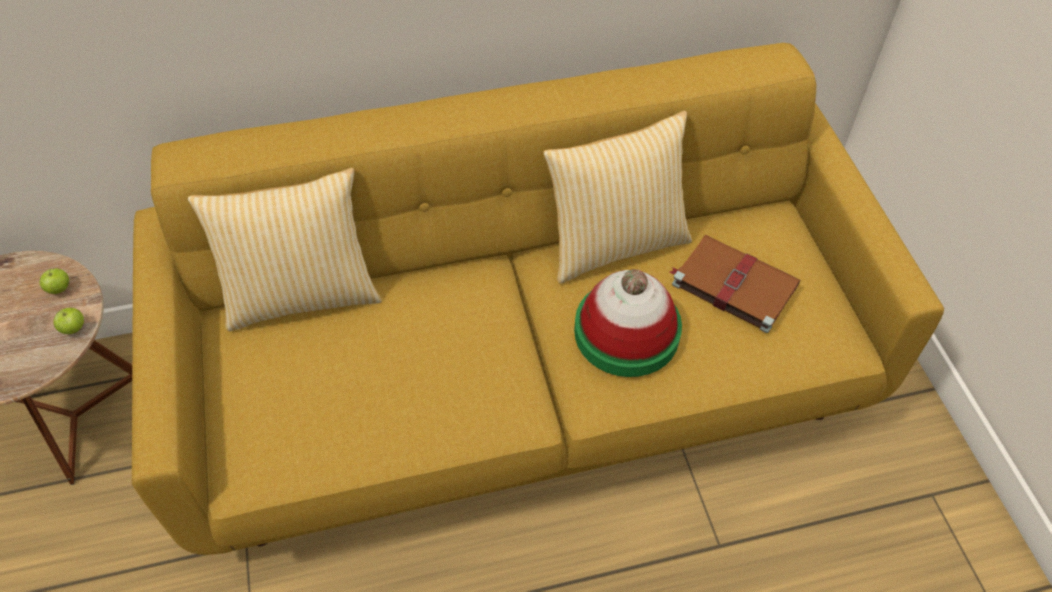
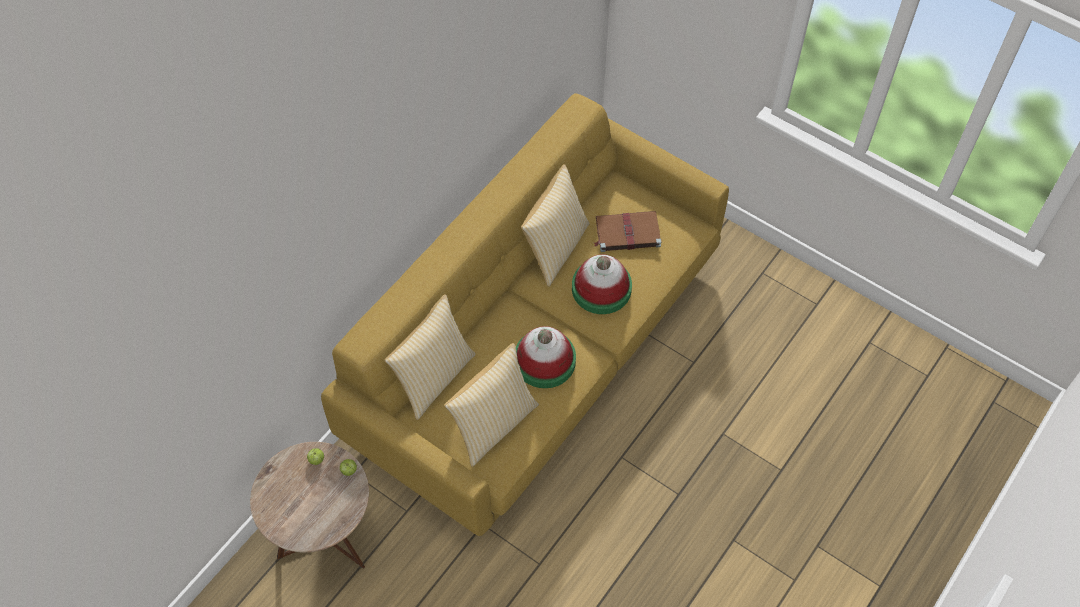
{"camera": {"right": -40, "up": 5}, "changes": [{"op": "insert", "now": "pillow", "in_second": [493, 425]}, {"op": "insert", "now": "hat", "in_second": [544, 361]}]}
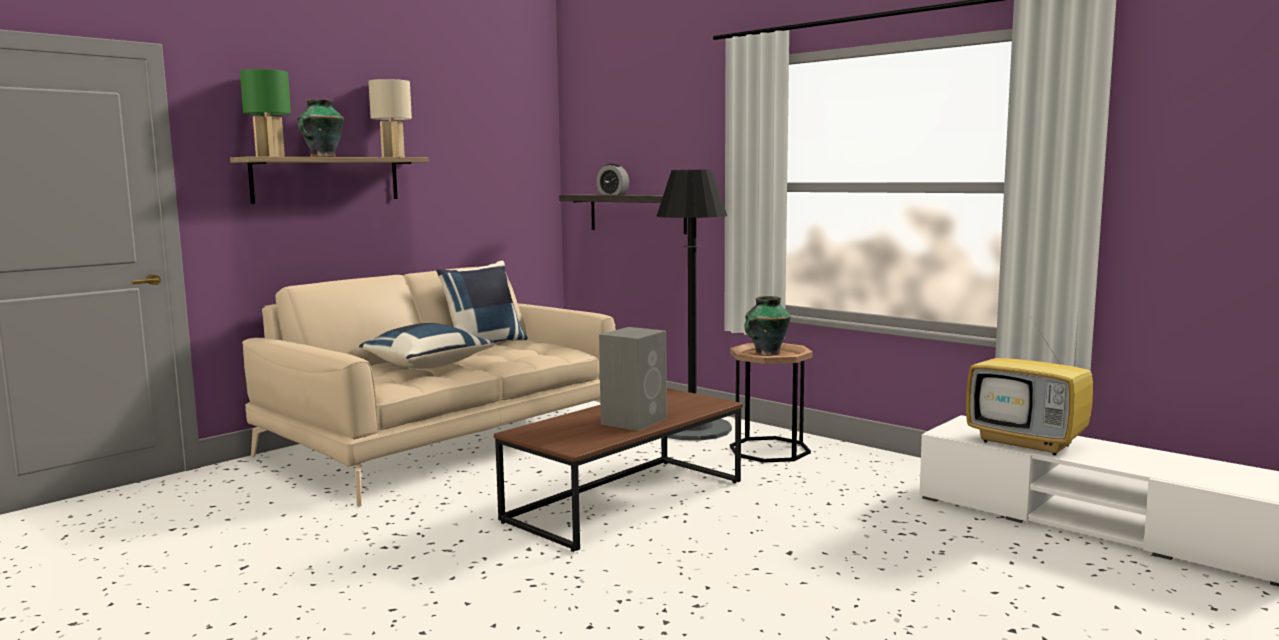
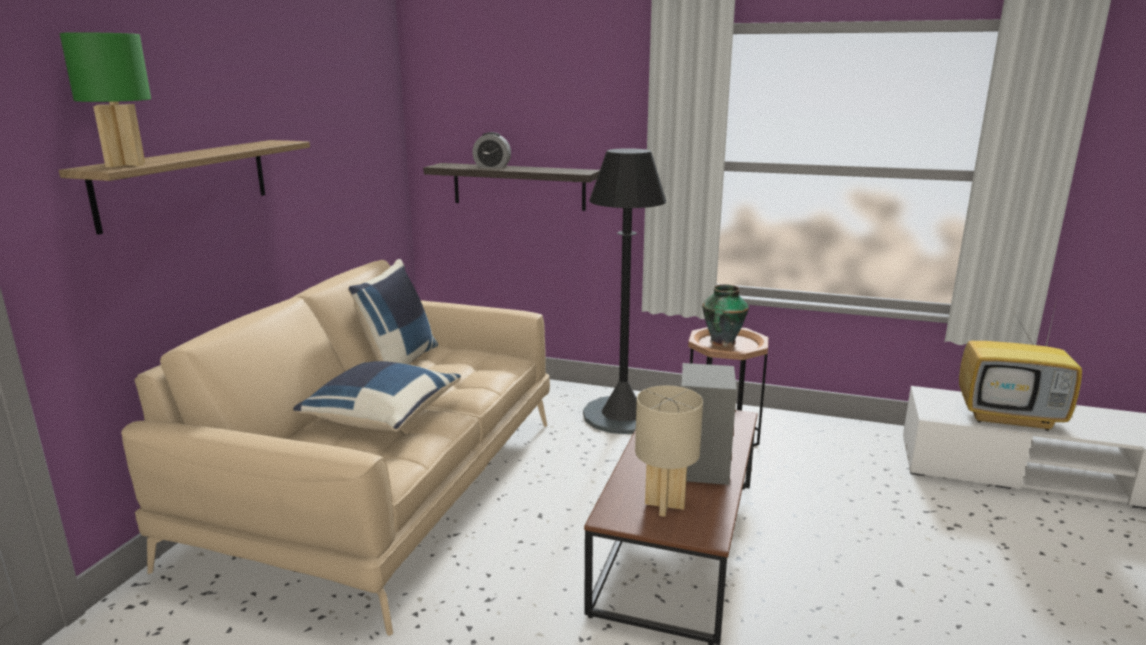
{"camera": {"right": -25, "up": 10}, "changes": [{"op": "delete", "was": "vase", "in_first": [322, 156]}, {"op": "move", "was": "table lamp/beige", "in_first": [393, 157], "in_second": [665, 505]}]}
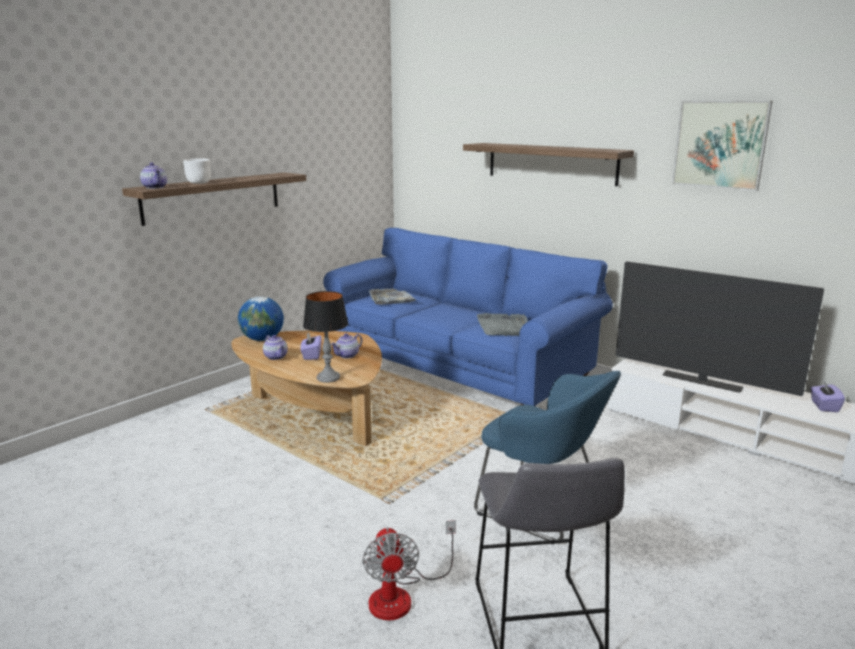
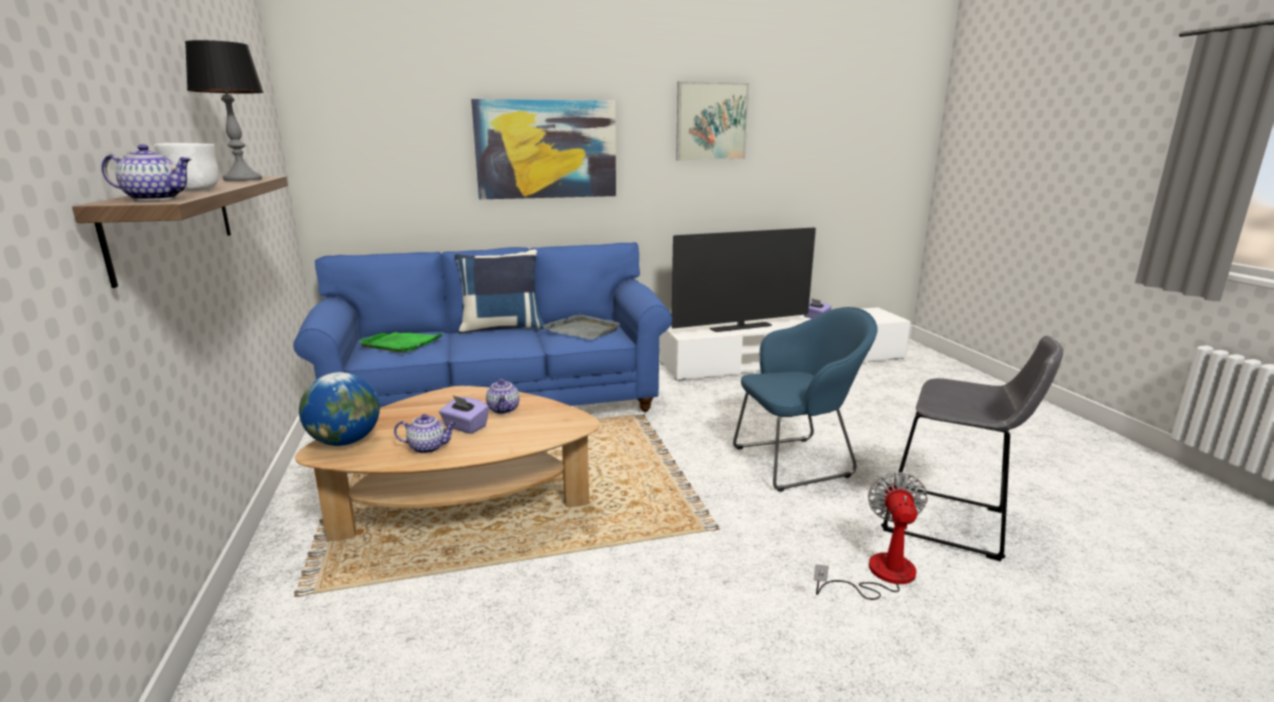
{"camera": {"right": -55, "up": 0}, "changes": [{"op": "move", "was": "table lamp", "in_first": [328, 378], "in_second": [242, 179]}, {"op": "rotate", "was": "fan", "in_first": [401, 595], "in_second": [879, 575], "clockwise": -105}, {"op": "recolor", "was": "tray/grey", "now": "tray/green", "in_first": [391, 299], "in_second": [401, 344]}, {"op": "replace", "was": "shelf", "now": "picture", "in_first": [551, 163], "in_second": [546, 149]}, {"op": "insert", "now": "pillow/blue", "in_second": [502, 327]}]}
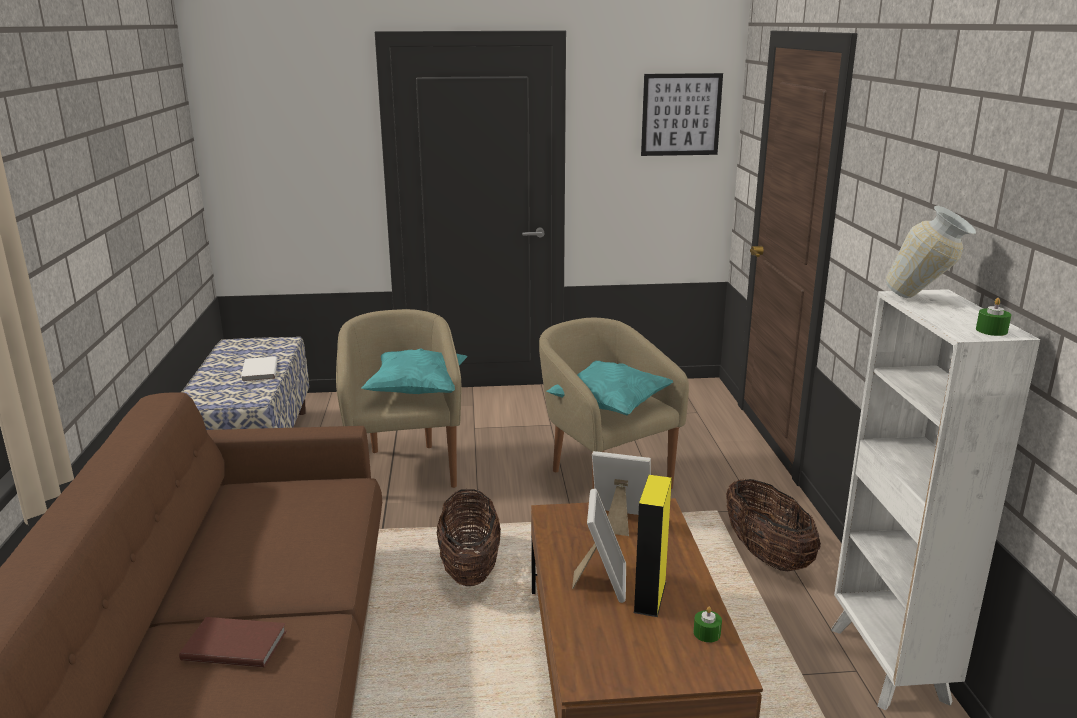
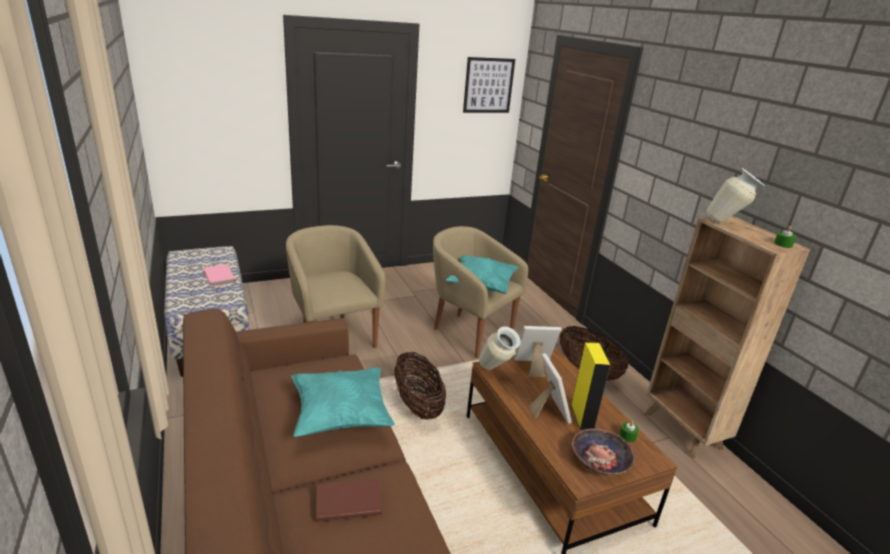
{"camera": {"right": -20, "up": 5}, "changes": [{"op": "recolor", "was": "book/white", "now": "book/pink", "in_first": [258, 371], "in_second": [218, 277]}, {"op": "move", "was": "pillow/turquoise", "in_first": [417, 391], "in_second": [341, 416]}, {"op": "recolor", "was": "bookcase/white", "now": "bookcase/brown", "in_first": [889, 666], "in_second": [683, 431]}, {"op": "insert", "now": "vase", "in_second": [496, 372]}, {"op": "insert", "now": "bowl", "in_second": [600, 460]}]}
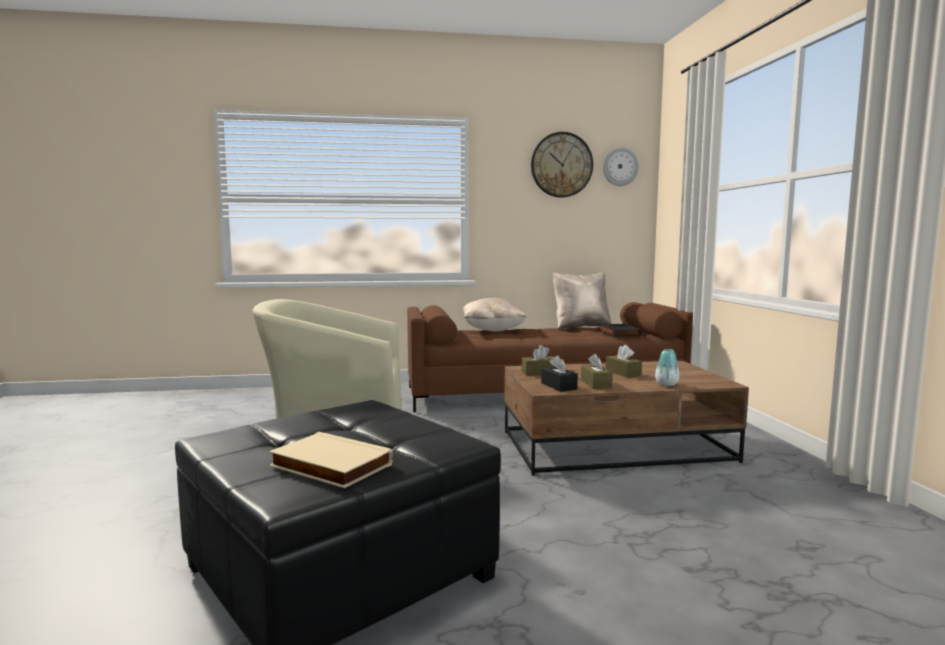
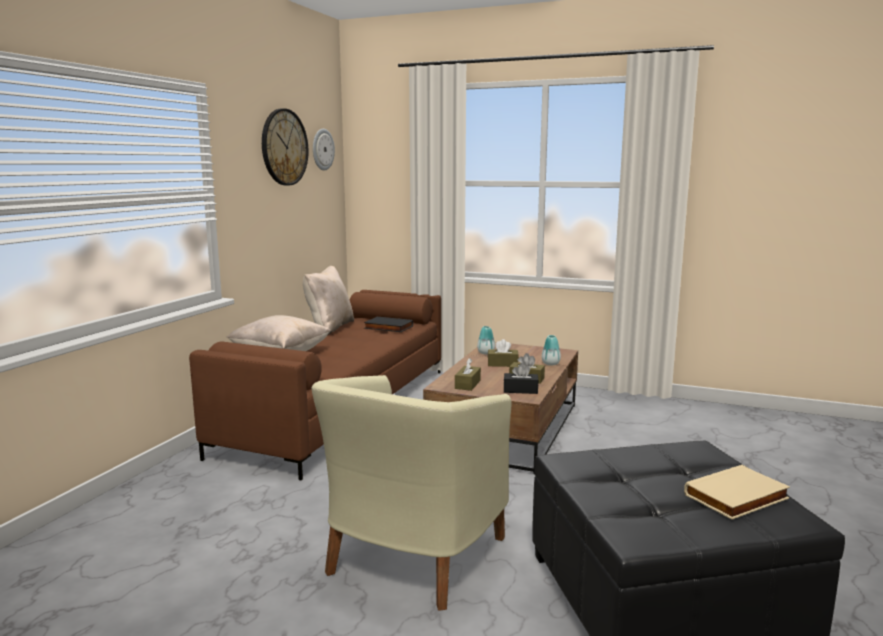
{"camera": {"right": -60, "up": 5}, "changes": [{"op": "insert", "now": "vase", "in_second": [486, 353]}]}
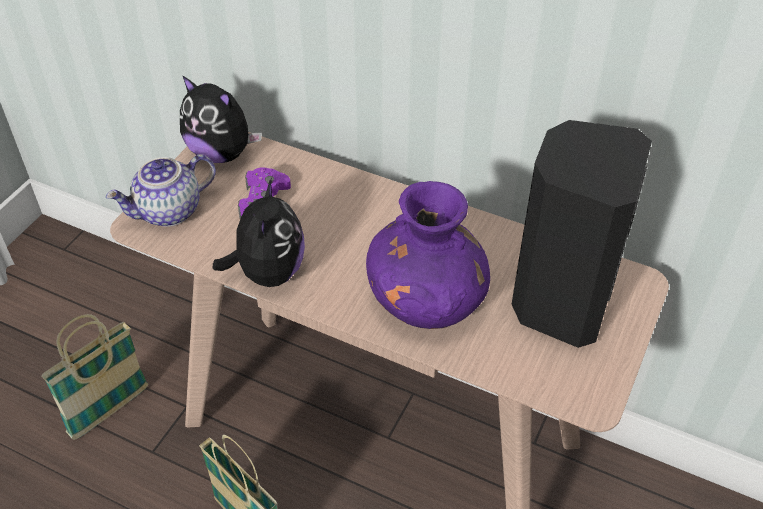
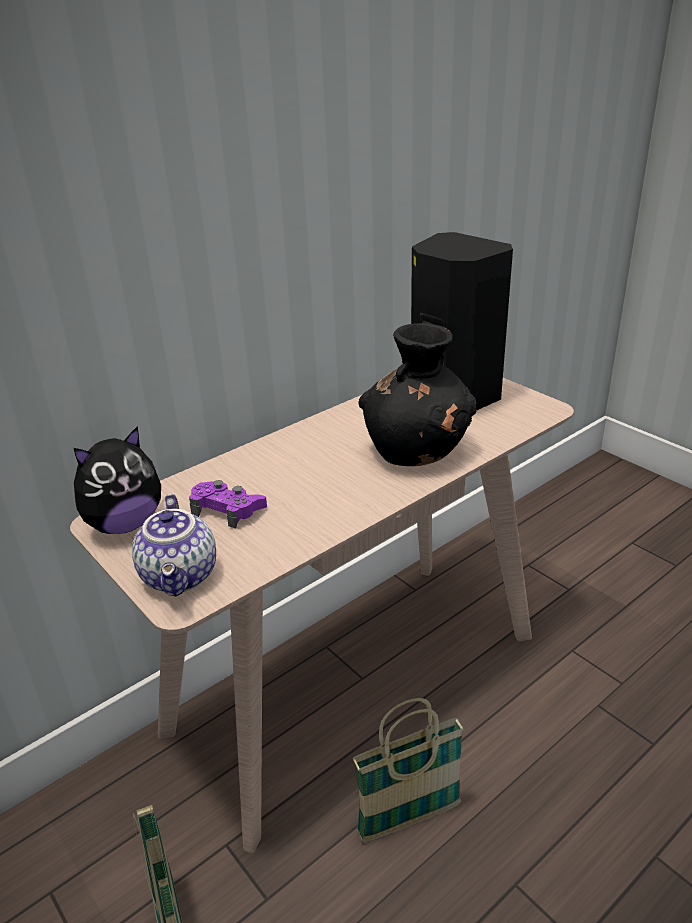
{"camera": {"right": -65, "up": -15}, "changes": [{"op": "delete", "was": "plush toy", "in_first": [268, 272]}, {"op": "recolor", "was": "vase/purple", "now": "vase/black", "in_first": [426, 303], "in_second": [417, 451]}]}
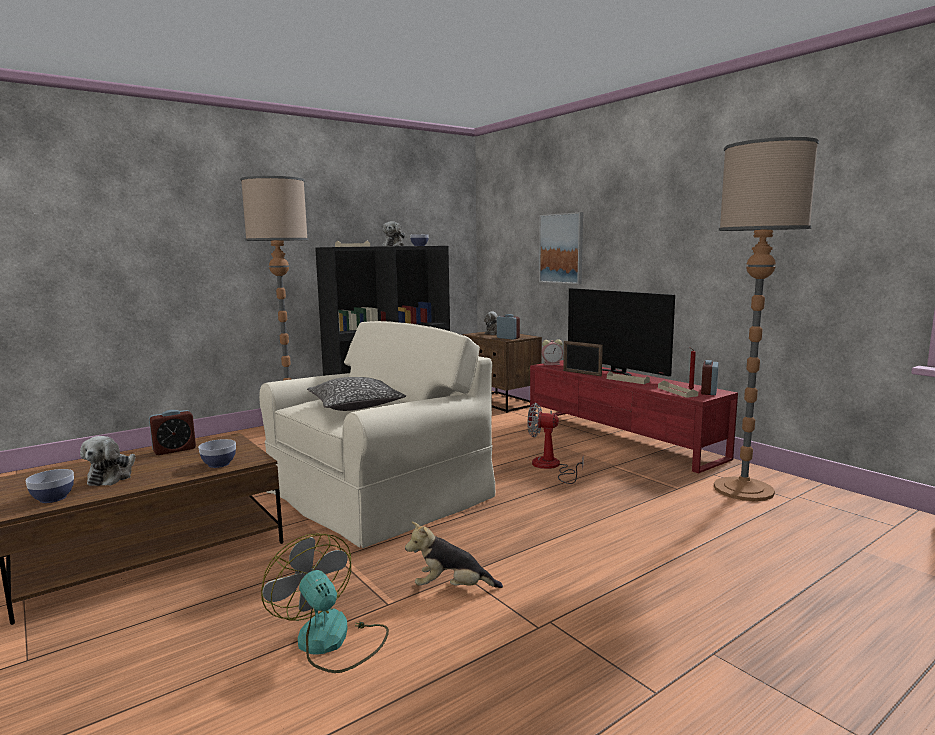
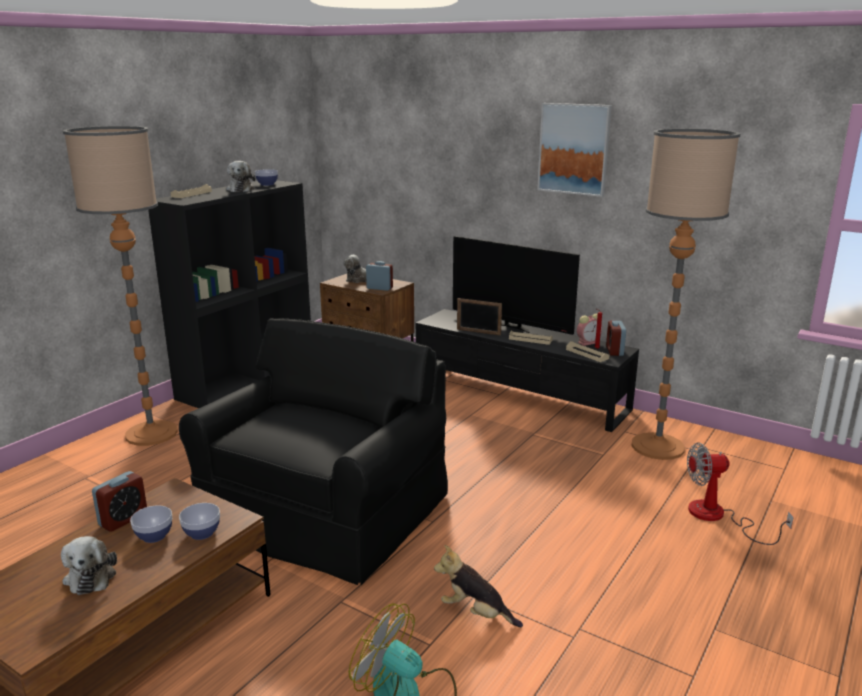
{"camera": {"right": -20, "up": 10}, "changes": [{"op": "move", "was": "bowl", "in_first": [53, 498], "in_second": [154, 536]}, {"op": "recolor", "was": "armchair/beige", "now": "armchair/black", "in_first": [378, 495], "in_second": [325, 511]}, {"op": "delete", "was": "pillow", "in_first": [355, 406]}, {"op": "rotate", "was": "plush toy", "in_first": [452, 588], "in_second": [476, 613], "clockwise": 45}, {"op": "move", "was": "fan", "in_first": [551, 467], "in_second": [718, 517]}, {"op": "recolor", "was": "tv stand/red", "now": "tv stand/black", "in_first": [621, 438], "in_second": [520, 394]}, {"op": "move", "was": "picture", "in_first": [561, 248], "in_second": [574, 149]}, {"op": "move", "was": "alarm clock", "in_first": [552, 364], "in_second": [588, 342]}]}
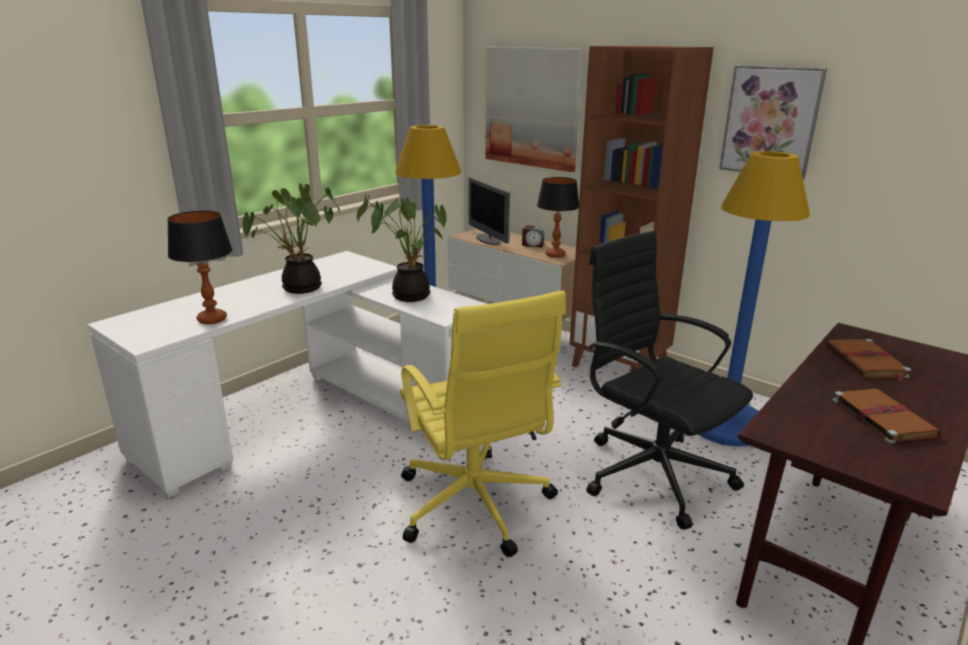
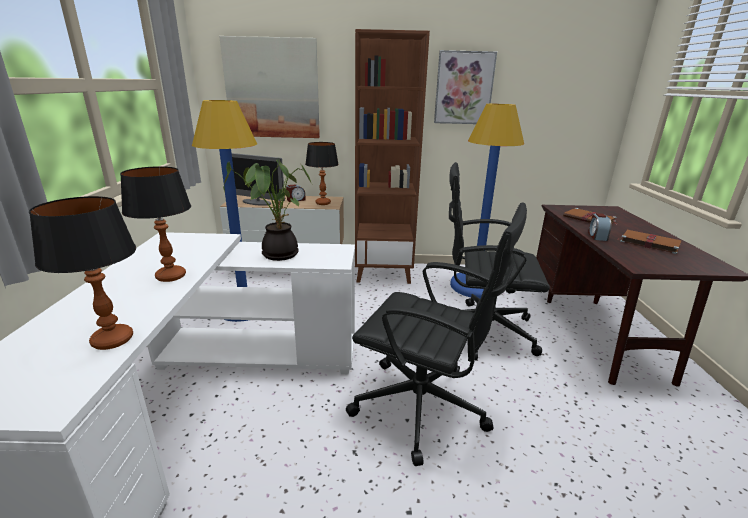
{"camera": {"right": -40, "up": 0}, "changes": [{"op": "replace", "was": "potted plant", "now": "table lamp", "in_first": [300, 289], "in_second": [171, 276]}, {"op": "recolor", "was": "office chair/yellow", "now": "office chair/black", "in_first": [475, 506], "in_second": [424, 408]}, {"op": "insert", "now": "alarm clock", "in_second": [597, 236]}]}
